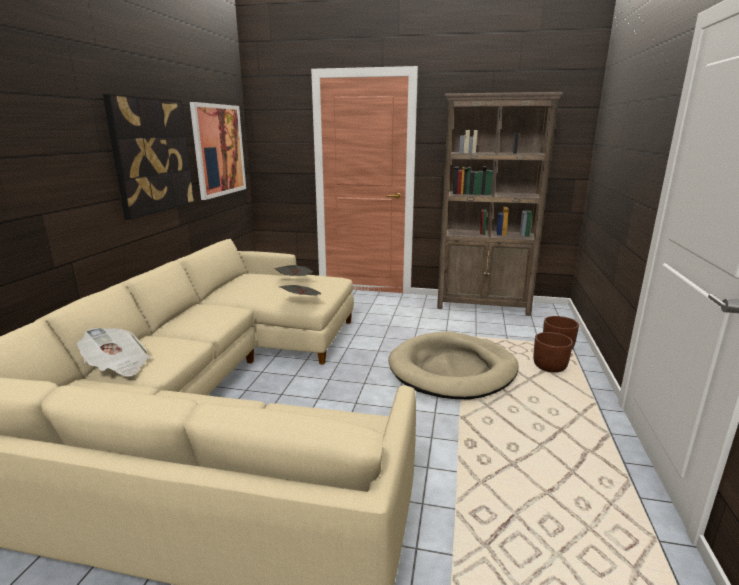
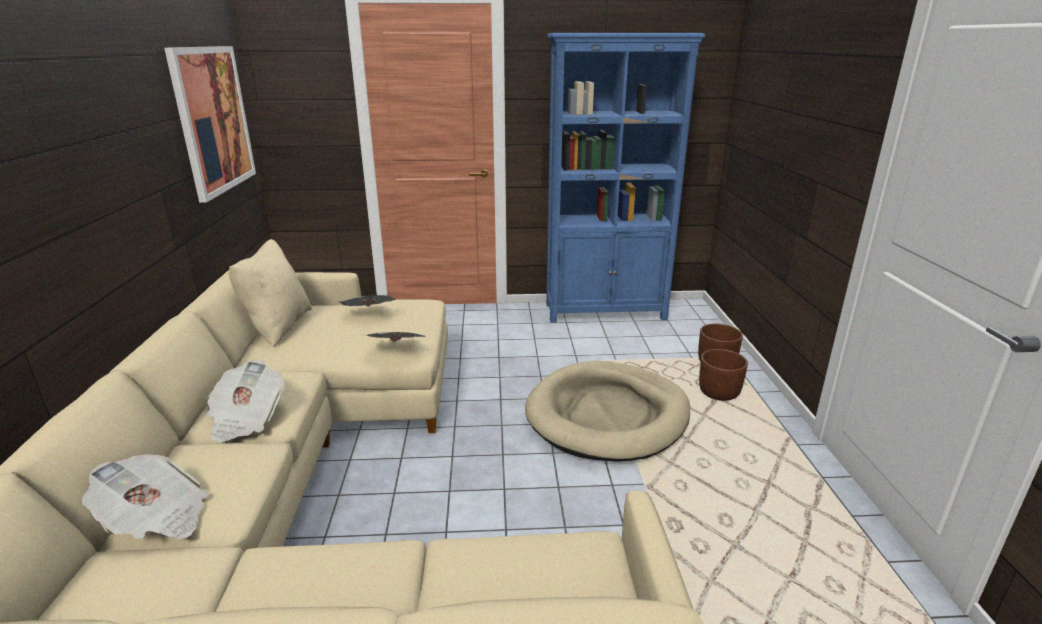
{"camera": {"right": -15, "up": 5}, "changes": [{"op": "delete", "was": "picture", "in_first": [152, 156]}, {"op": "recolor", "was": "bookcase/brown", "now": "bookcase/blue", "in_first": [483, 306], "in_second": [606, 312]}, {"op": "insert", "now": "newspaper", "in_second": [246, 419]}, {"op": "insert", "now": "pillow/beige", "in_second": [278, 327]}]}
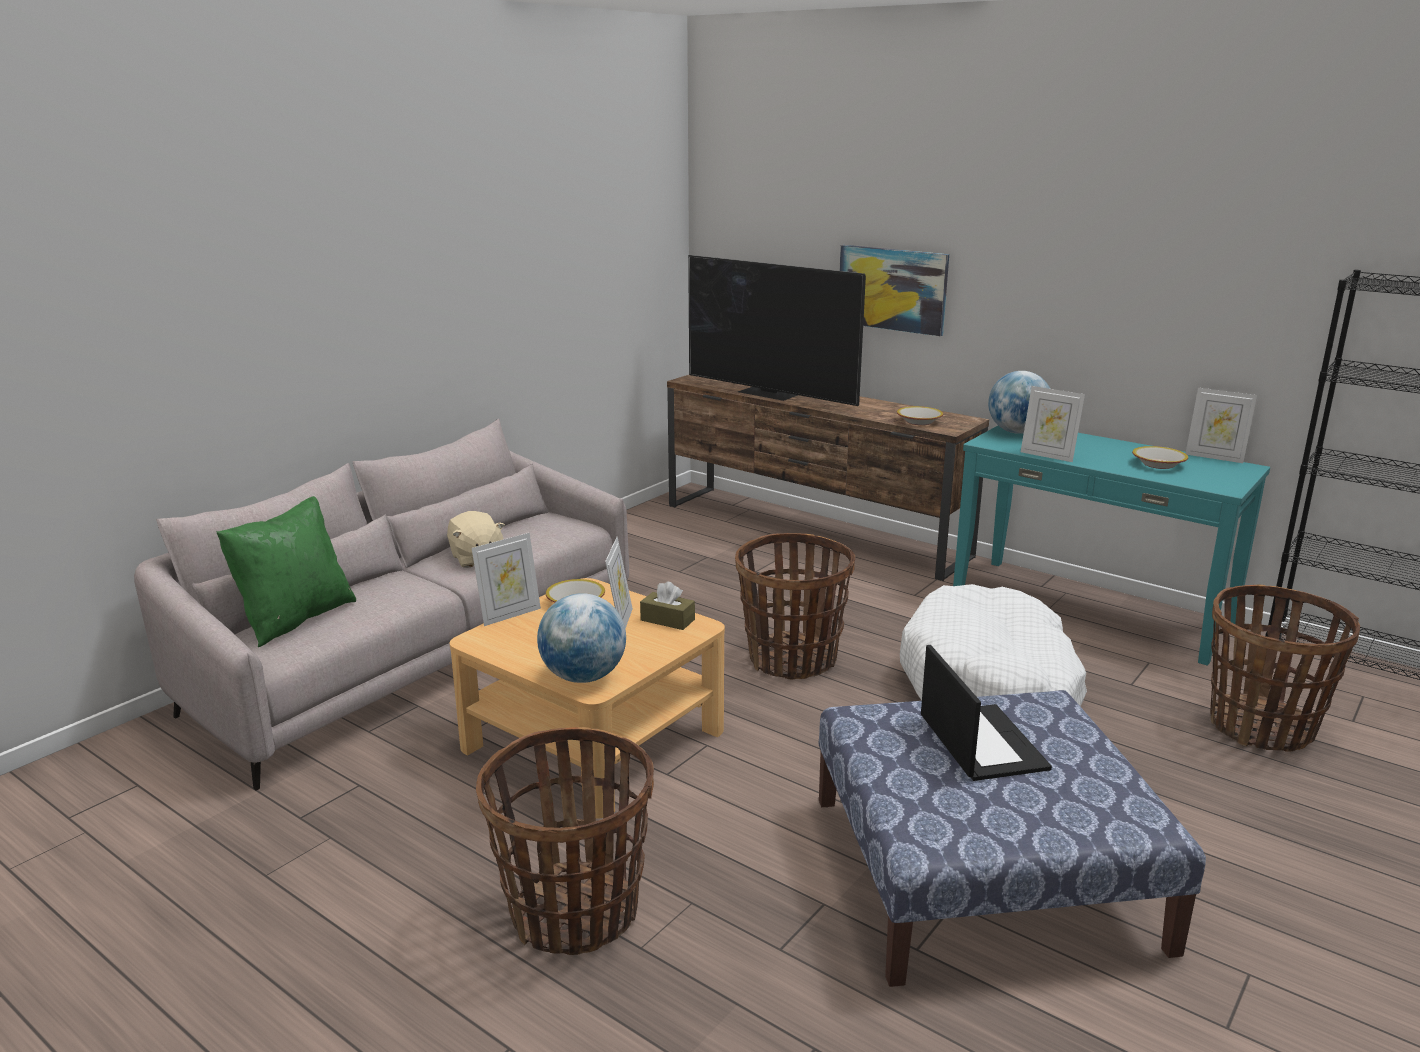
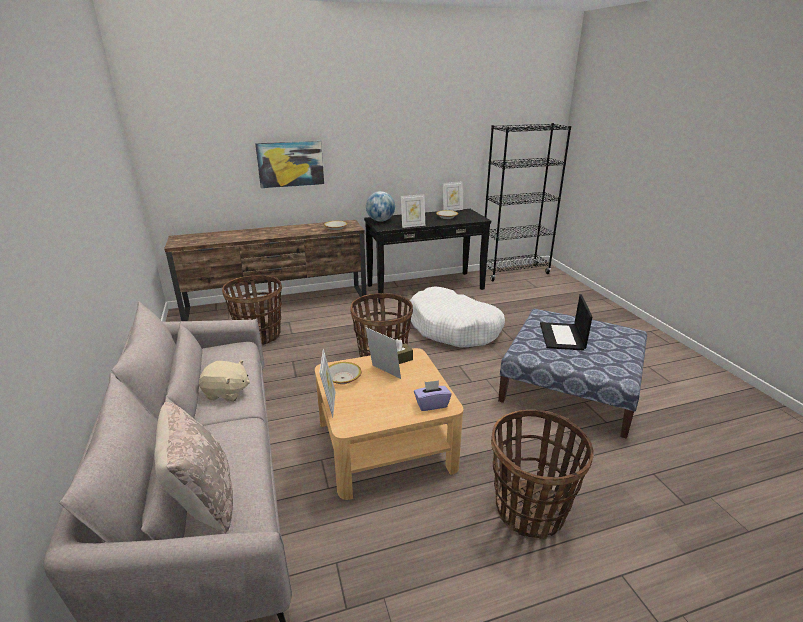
{"camera": {"right": -55, "up": 5}, "changes": [{"op": "recolor", "was": "pillow/green", "now": "pillow/beige", "in_first": [295, 618], "in_second": [203, 500]}, {"op": "replace", "was": "globe", "now": "tissue box/purple", "in_first": [583, 677], "in_second": [431, 404]}, {"op": "delete", "was": "television", "in_first": [770, 393]}, {"op": "rotate", "was": "laptop", "in_first": [980, 742], "in_second": [562, 337], "clockwise": -105}, {"op": "recolor", "was": "console table/turquoise", "now": "console table/black", "in_first": [1090, 608], "in_second": [425, 287]}, {"op": "move", "was": "basket", "in_first": [1261, 727], "in_second": [259, 336]}]}
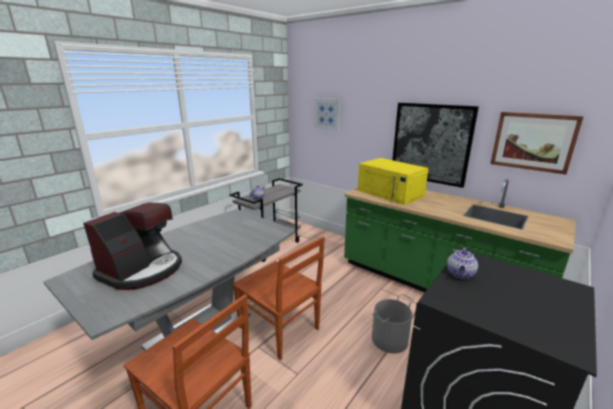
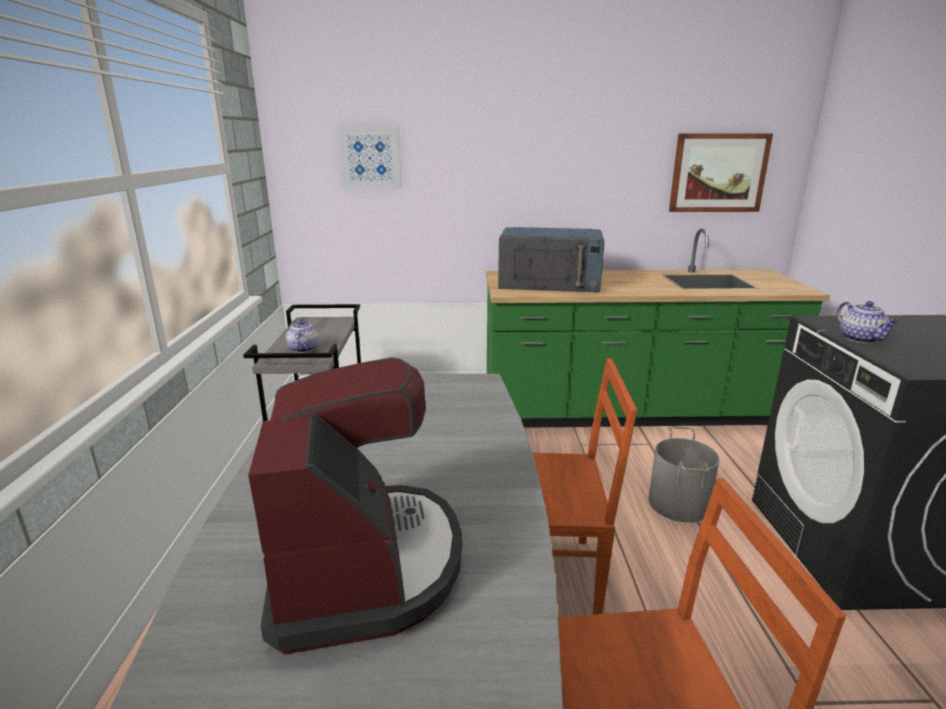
{"camera": {"right": -40, "up": 0}, "changes": [{"op": "recolor", "was": "microwave/yellow", "now": "microwave/blue", "in_first": [390, 193], "in_second": [550, 283]}, {"op": "delete", "was": "picture", "in_first": [431, 143]}]}
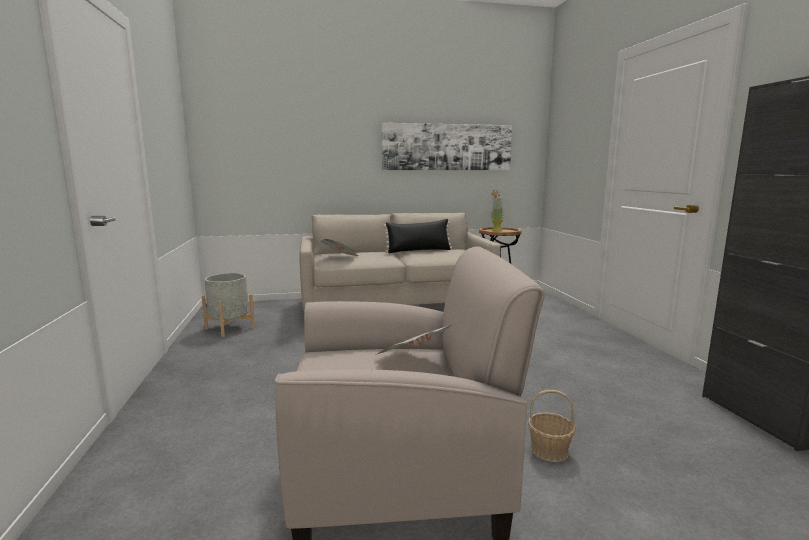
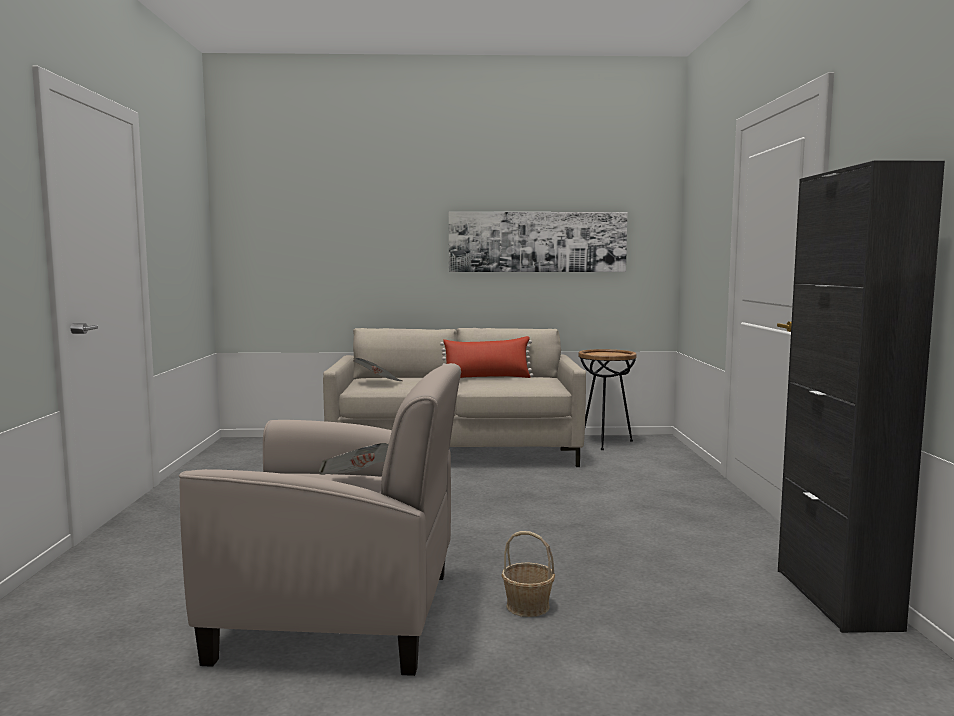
{"camera": {"right": 10, "up": -5}, "changes": [{"op": "delete", "was": "planter/grey", "in_first": [230, 328]}, {"op": "recolor", "was": "pillow/black", "now": "pillow/red", "in_first": [419, 251], "in_second": [487, 377]}, {"op": "delete", "was": "potted plant", "in_first": [496, 230]}]}
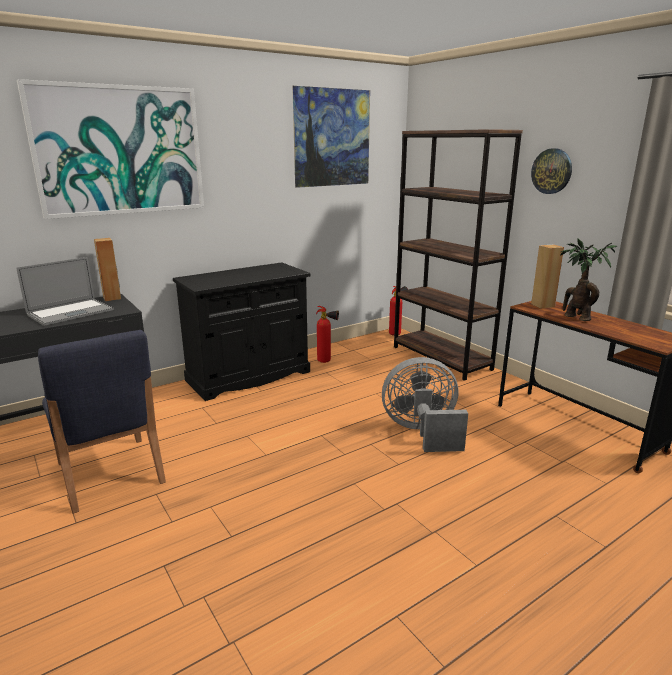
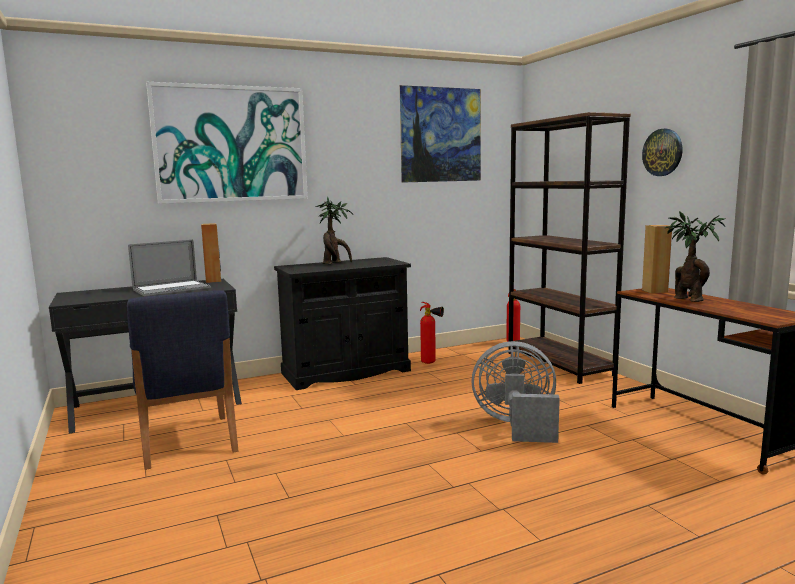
{"camera": {"right": 10, "up": -10}, "changes": [{"op": "insert", "now": "potted plant", "in_second": [335, 263]}]}
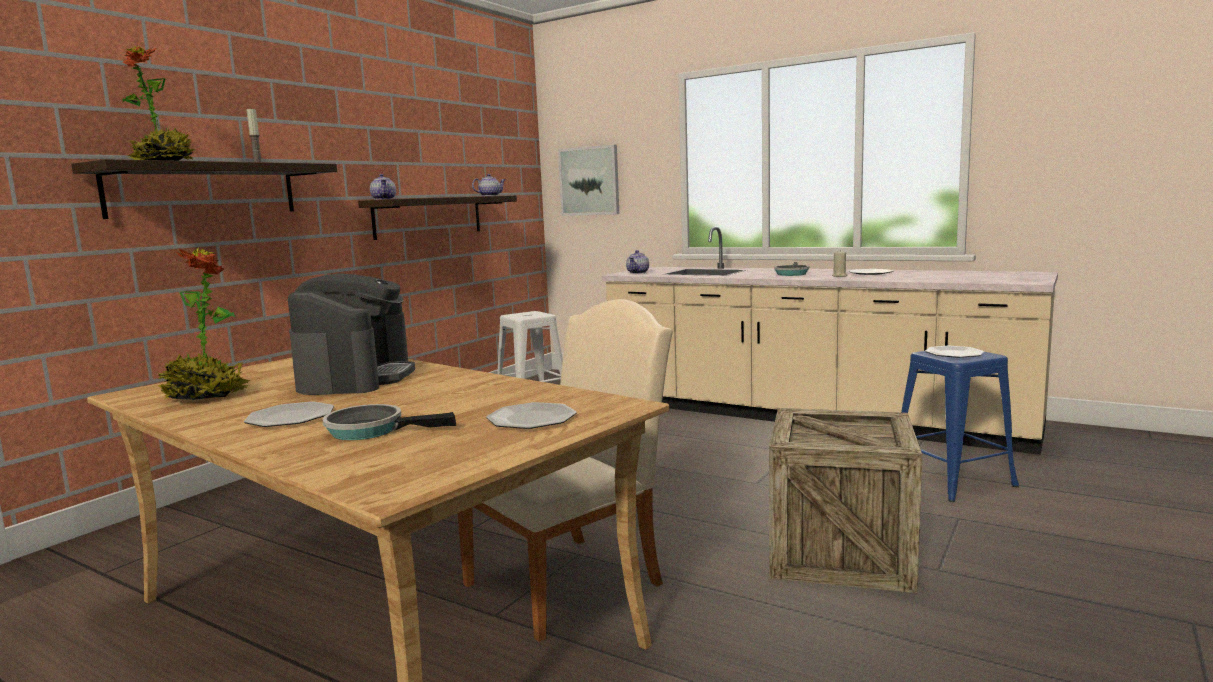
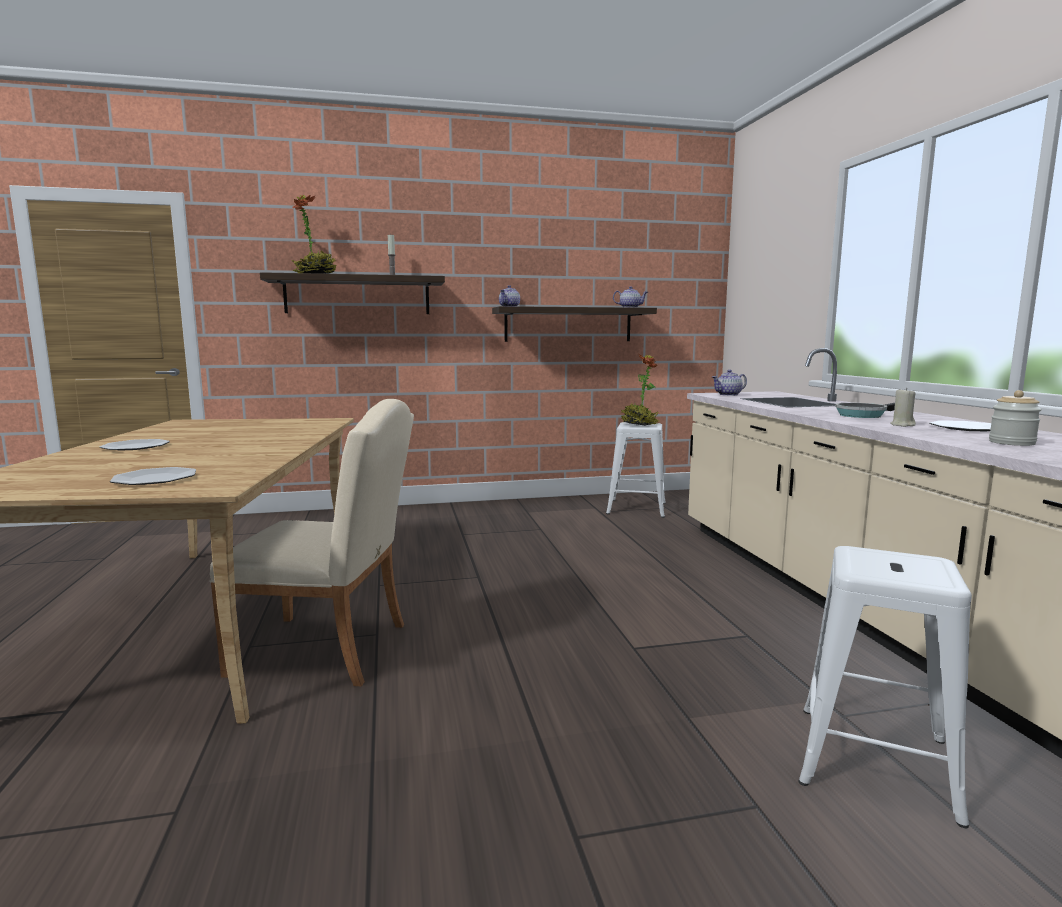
{"camera": {"right": 45, "up": 0}, "changes": [{"op": "move", "was": "potted plant", "in_first": [206, 397], "in_second": [639, 424]}, {"op": "delete", "was": "coffee machine", "in_first": [356, 378]}, {"op": "delete", "was": "frying pan", "in_first": [371, 430]}, {"op": "delete", "was": "picture", "in_first": [589, 181]}, {"op": "delete", "was": "crate", "in_first": [840, 553]}, {"op": "recolor", "was": "stool/blue", "now": "stool/white", "in_first": [951, 479], "in_second": [874, 761]}, {"op": "delete", "was": "plate", "in_first": [954, 354]}, {"op": "insert", "now": "jar", "in_second": [1011, 443]}]}
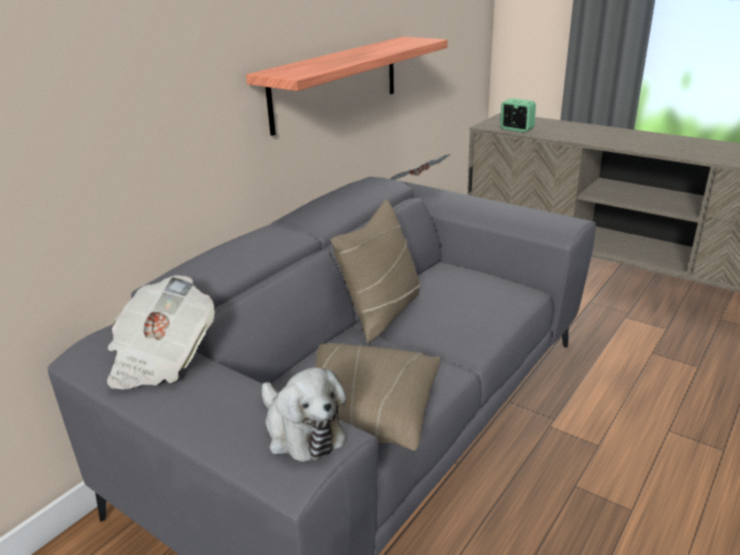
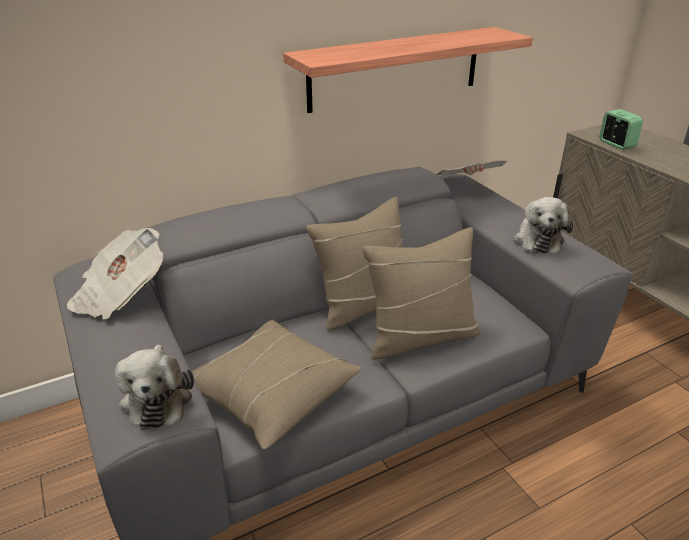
{"camera": {"right": 25, "up": 5}, "changes": [{"op": "insert", "now": "pillow/beige", "in_second": [421, 337]}, {"op": "insert", "now": "plush toy", "in_second": [538, 239]}]}
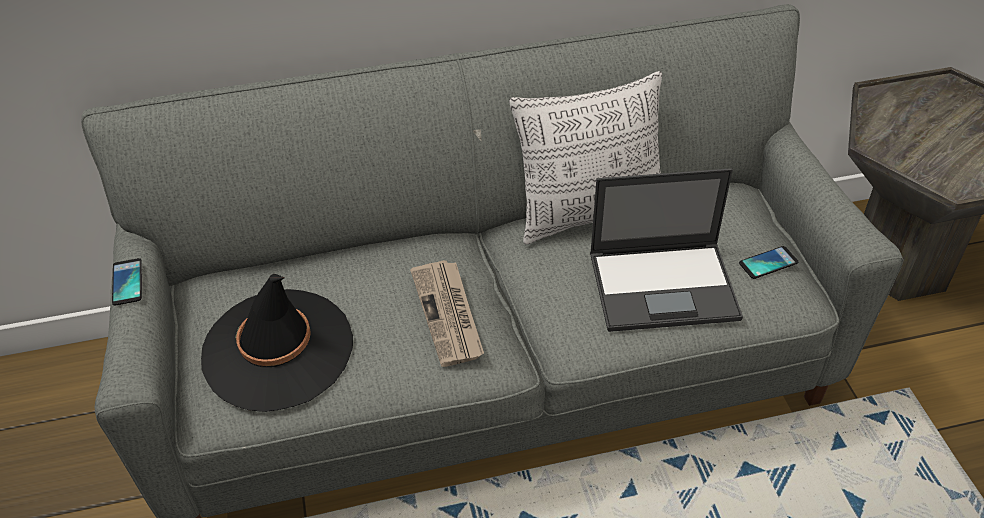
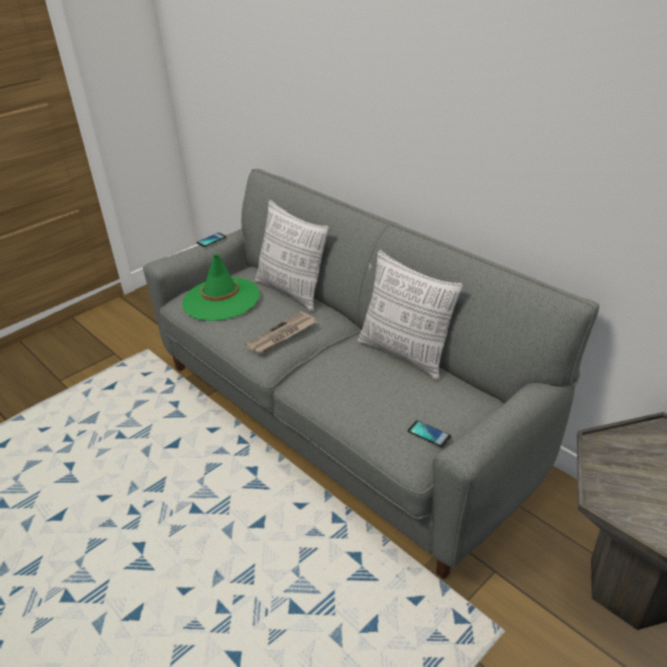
{"camera": {"right": 60, "up": -10}, "changes": [{"op": "recolor", "was": "hat/black", "now": "hat/green", "in_first": [278, 350], "in_second": [221, 299]}, {"op": "delete", "was": "laptop", "in_first": [665, 286]}, {"op": "insert", "now": "pillow", "in_second": [292, 291]}]}
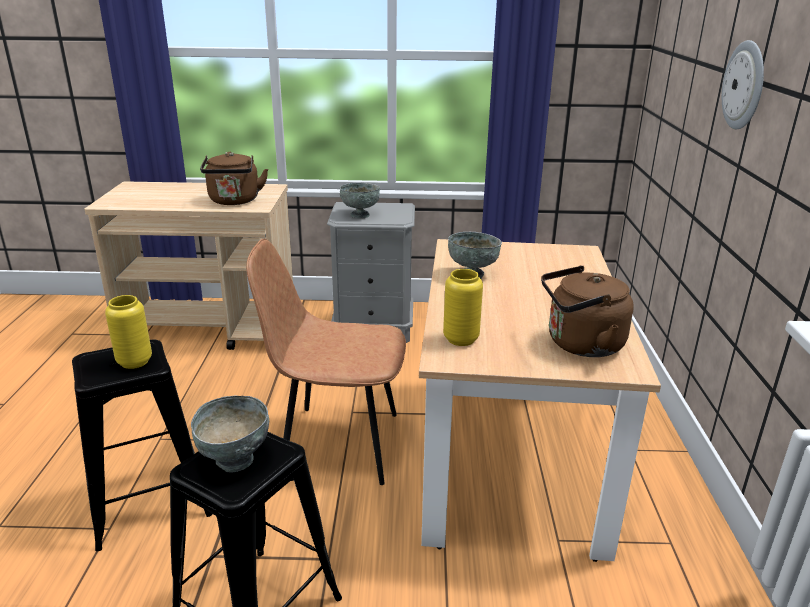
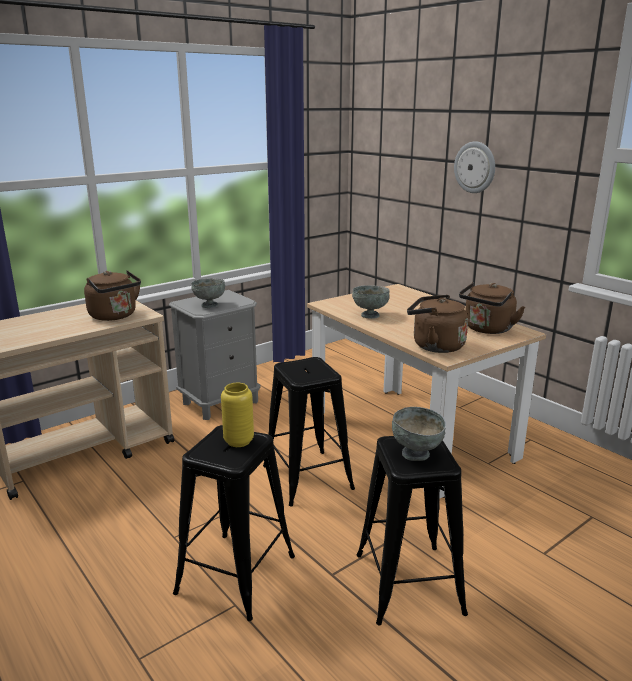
{"camera": {"right": -40, "up": -5}, "changes": [{"op": "replace", "was": "chair/brown", "now": "stool/black", "in_first": [337, 443], "in_second": [307, 477]}, {"op": "replace", "was": "vase/yellow", "now": "kettle/brown", "in_first": [461, 339], "in_second": [434, 346]}]}
